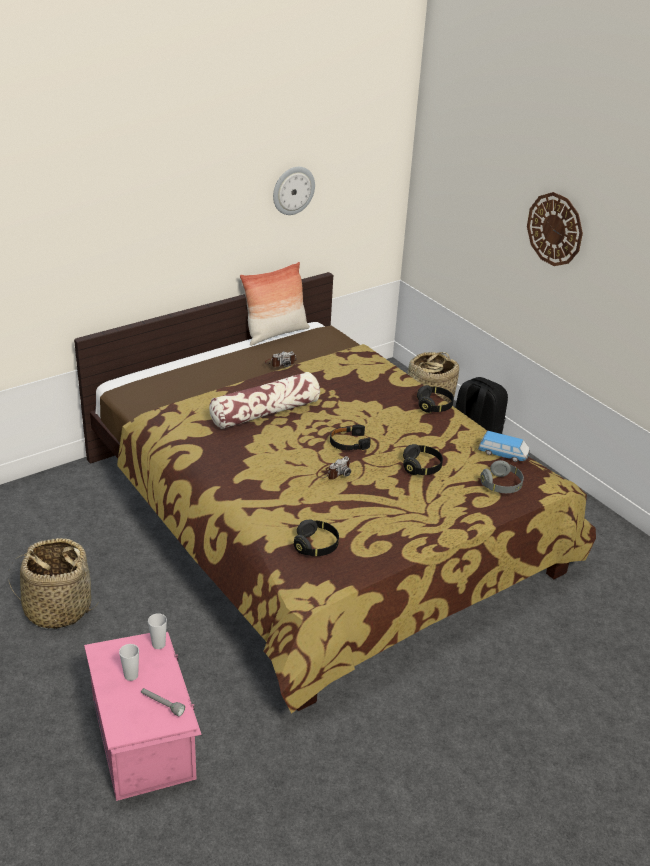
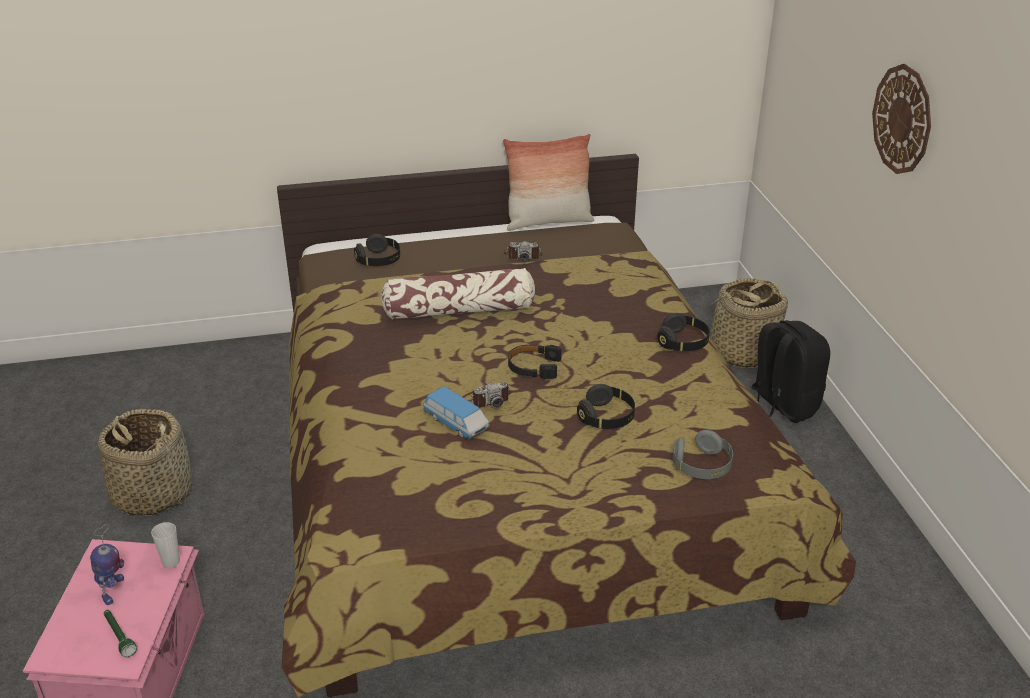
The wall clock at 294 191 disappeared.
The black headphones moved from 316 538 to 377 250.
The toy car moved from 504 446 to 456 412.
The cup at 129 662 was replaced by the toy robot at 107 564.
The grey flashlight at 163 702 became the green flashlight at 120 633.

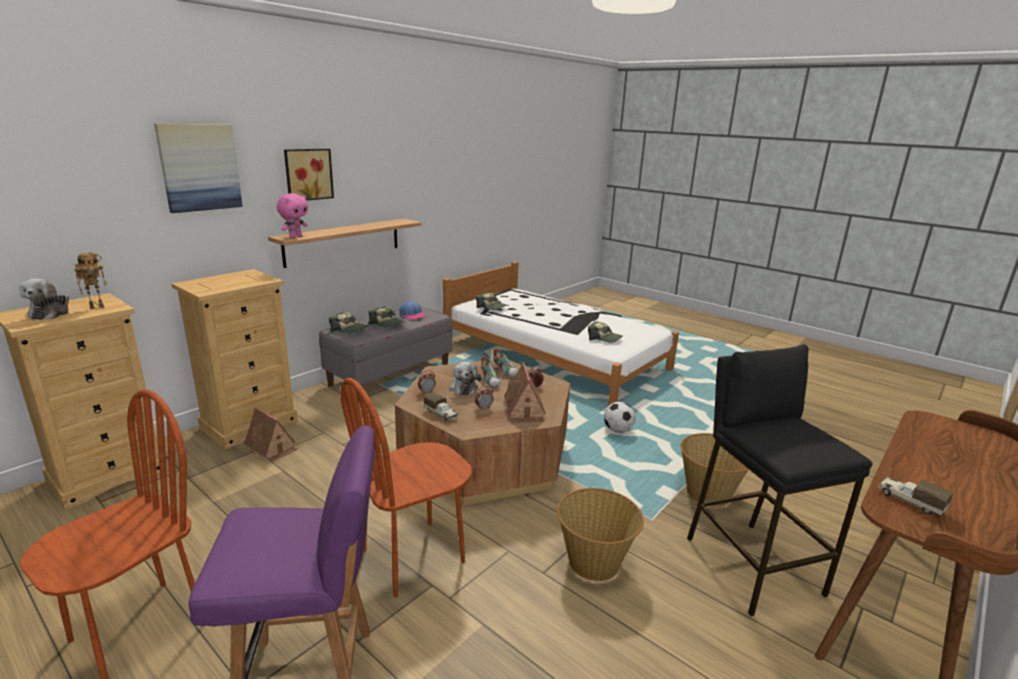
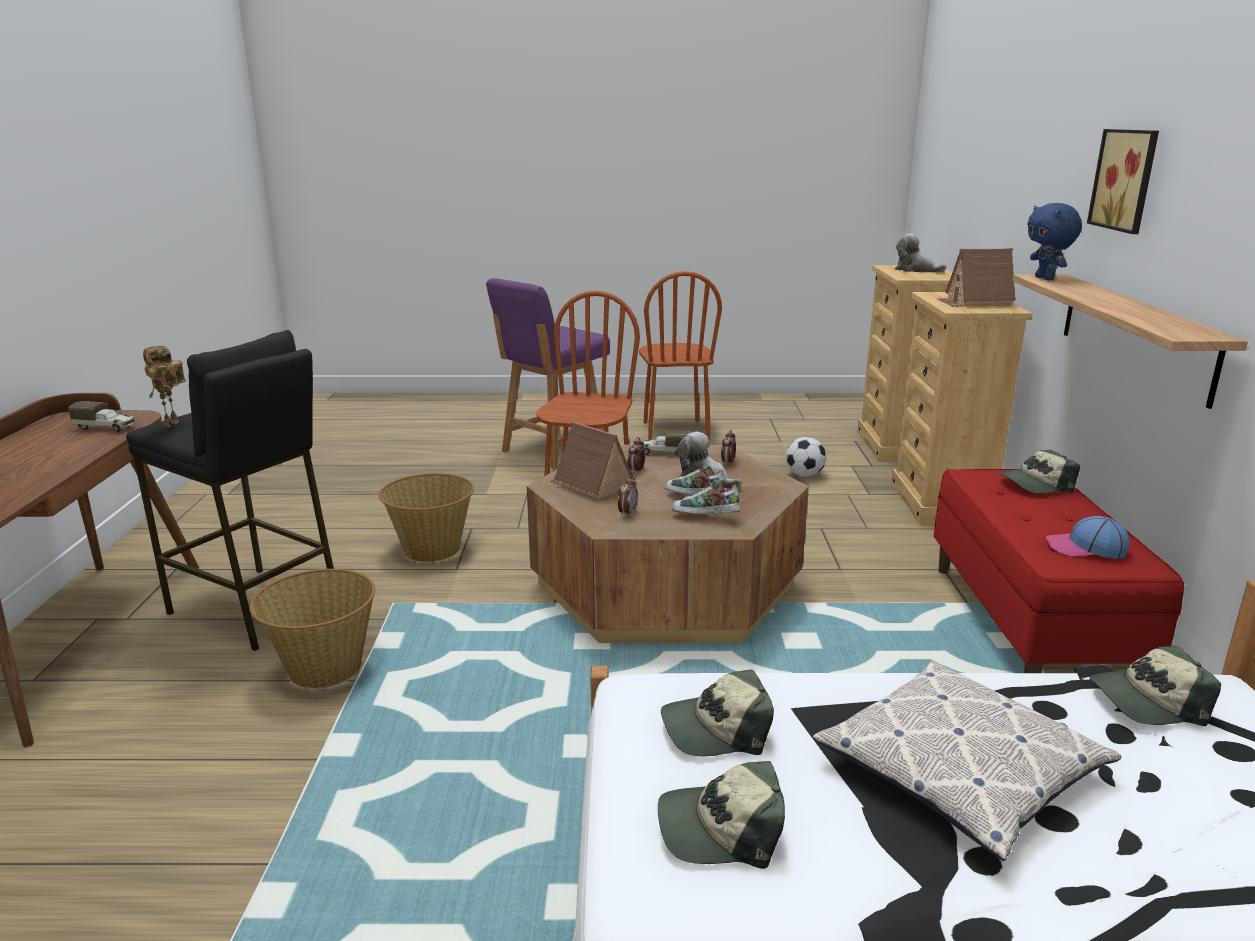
The picture at 198 168 disappeared.
The pillow at 967 761 appeared.
The toy robot moved from 90 281 to 164 386.
The toy house moved from 271 434 to 976 277.
The cap moved from 387 316 to 721 815.
The football moved from 619 417 to 806 457.
The pink plush toy at 292 215 became the blue plush toy at 1054 241.
The grey bench at 385 354 became the red bench at 1058 571.

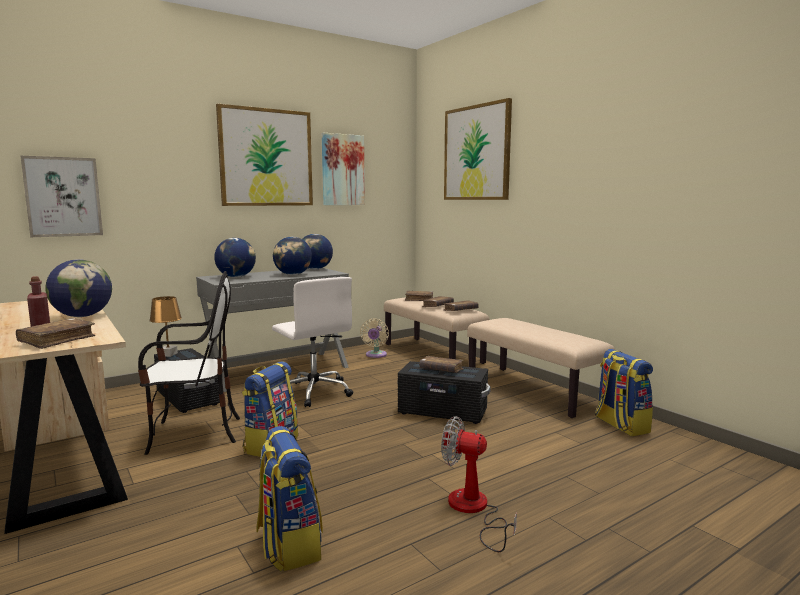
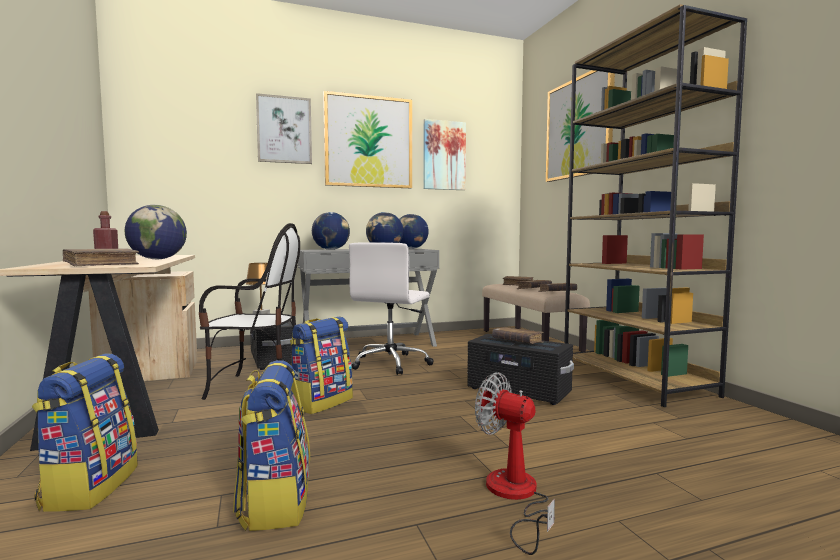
The beige fan at 374 338 disappeared.
The picture moved from 62 196 to 284 128.
The backpack moved from 624 392 to 85 432.
The beige bench at 541 368 was replaced by the brown bookcase at 655 205.
The white office chair at 312 342 turned 45 degrees clockwise.

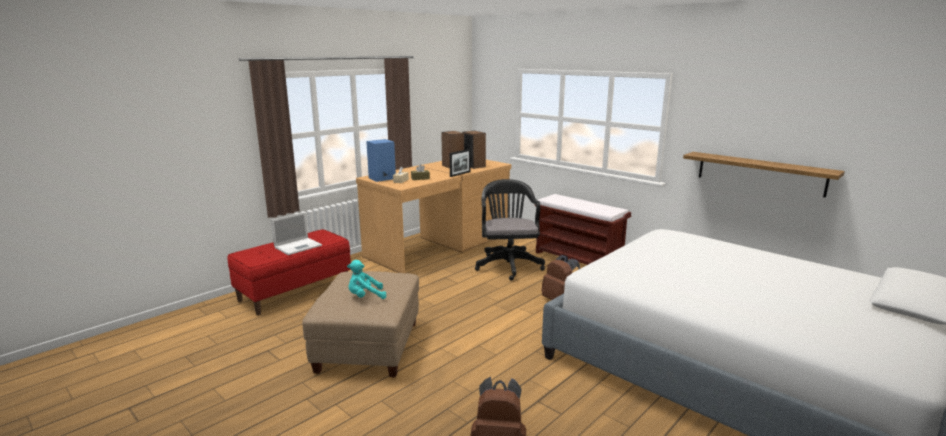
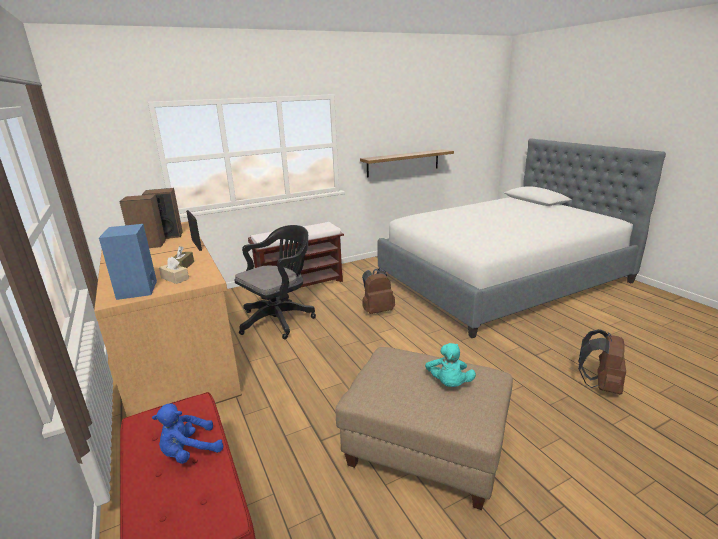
The laptop at 296 233 was replaced by the blue plush toy at 187 433.
The black office chair at 510 230 turned 120 degrees clockwise.

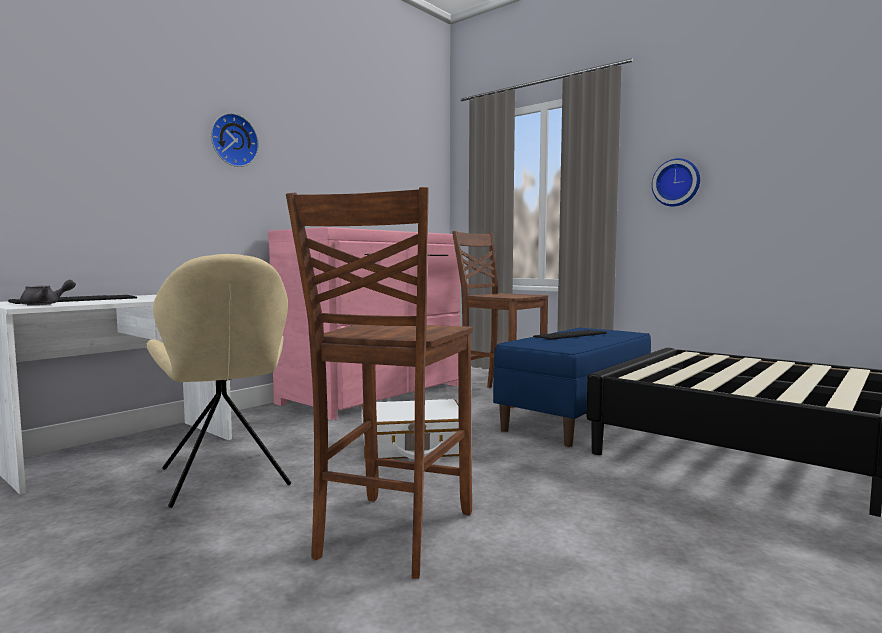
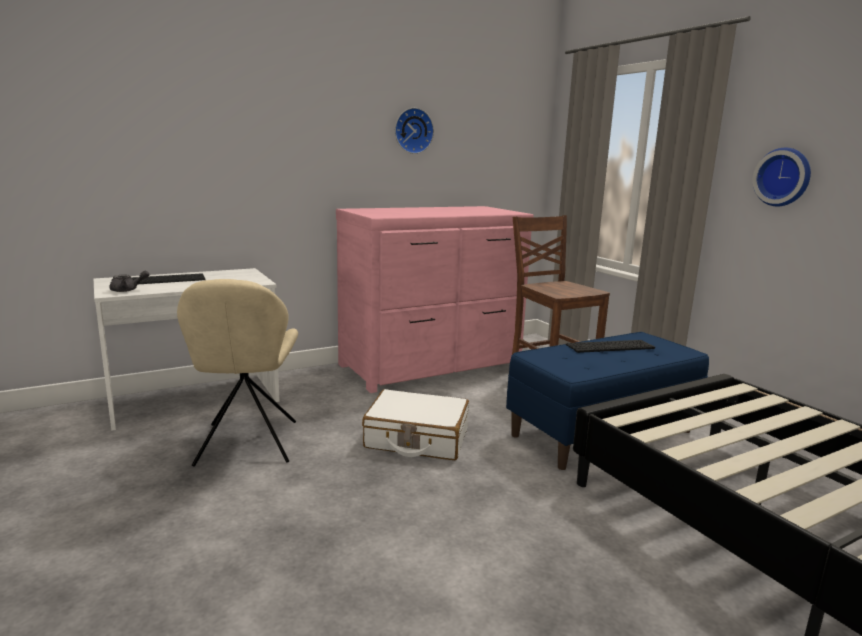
The brown chair at 379 383 disappeared.
The wall clock moved from 235 140 to 414 131.

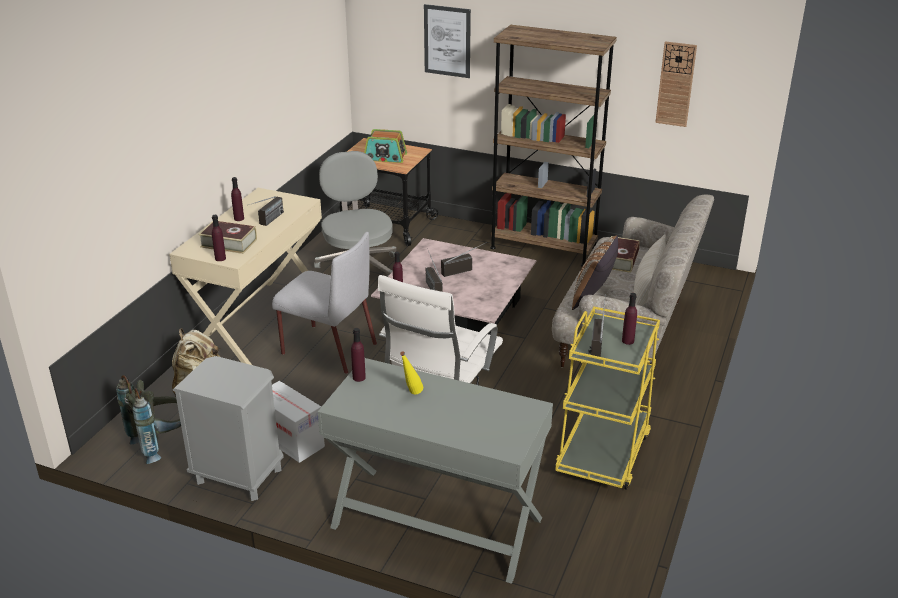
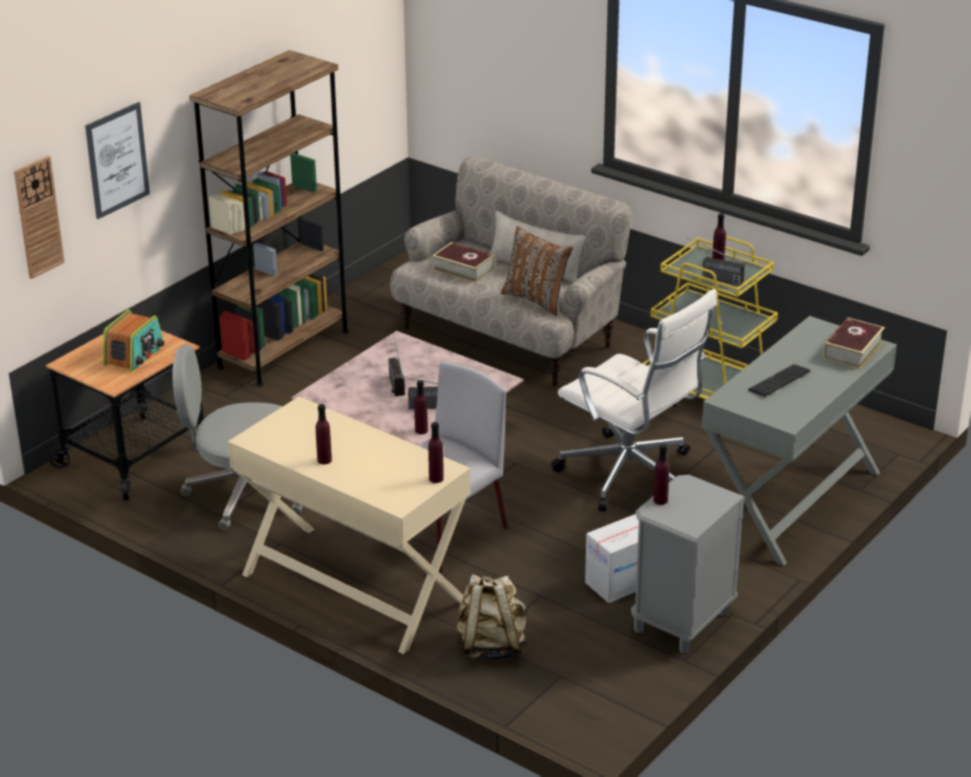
The grey backpack at 148 419 disappeared.
The radio at 265 211 disappeared.
The book moved from 227 237 to 854 343.
The purple bottle moved from 358 355 to 661 474.
The wall clock moved from 676 84 to 39 217.
The yellow bottle at 411 372 was replaced by the keyboard at 779 380.

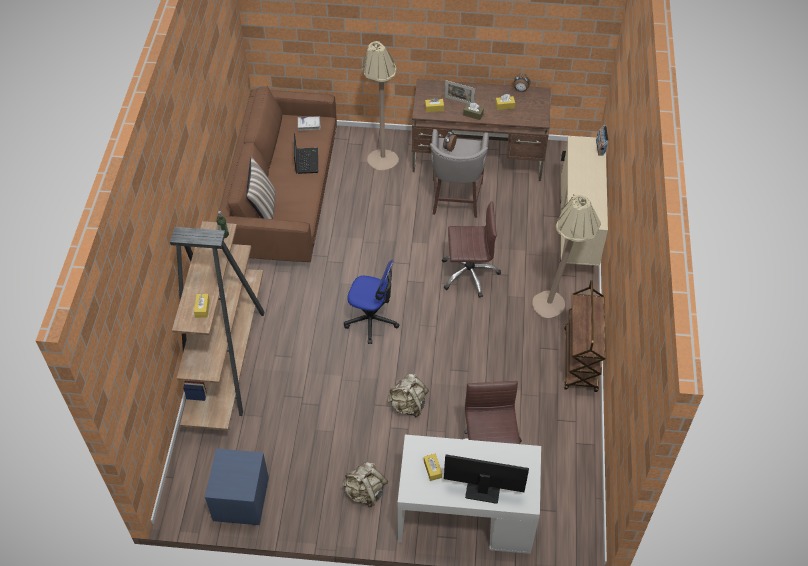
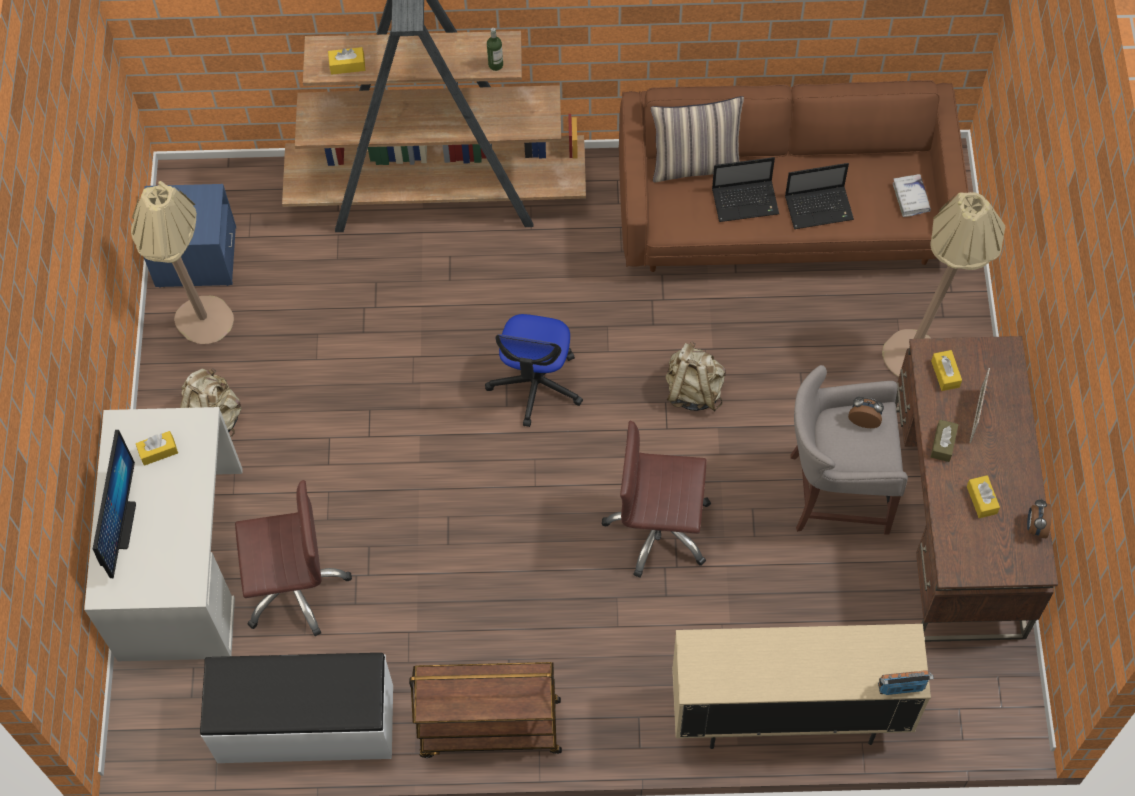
The white bench at 296 708 appeared.
The laptop at 745 189 appeared.
The beige backpack moved from 408 396 to 695 377.
The beige floor lamp moved from 566 256 to 182 262.
The brown office chair at 471 249 turned 105 degrees clockwise.

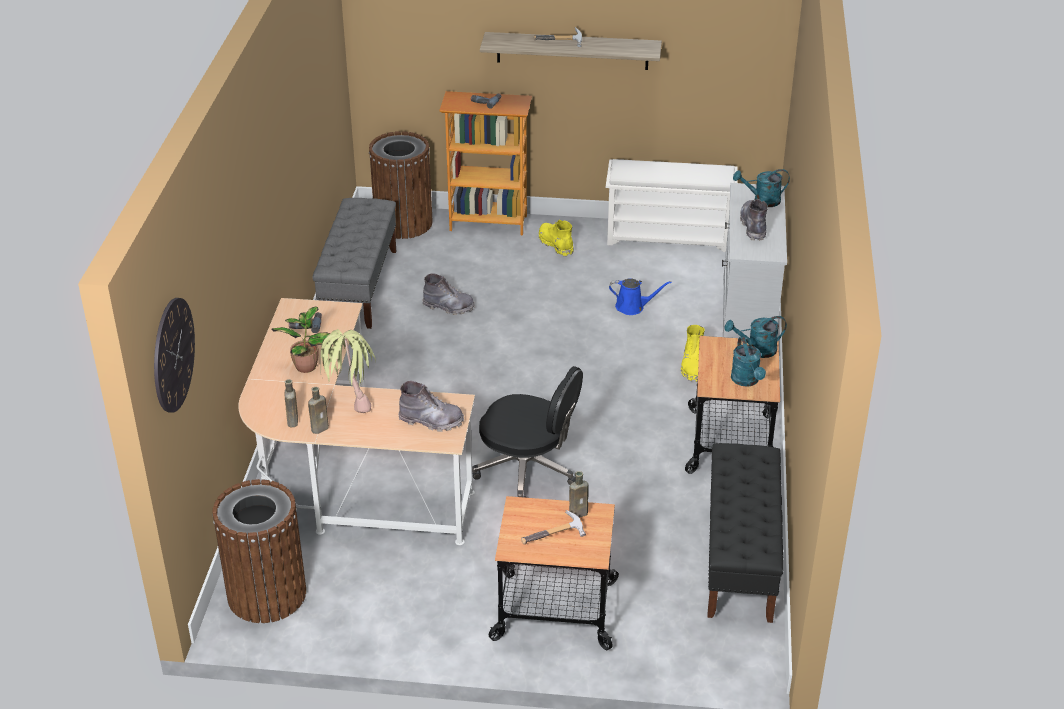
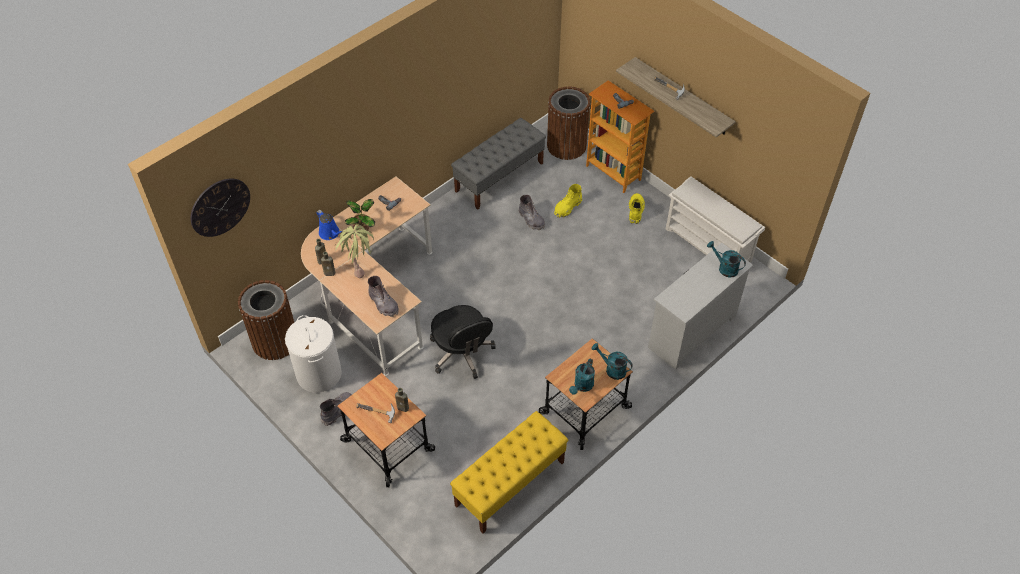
The white laundry basket at 313 354 appeared.
The blue watering can moved from 640 296 to 329 225.
The yellow boot moved from 693 353 to 568 201.
The grey boot moved from 754 220 to 335 409.
The black bench at 745 533 became the yellow bench at 509 472.

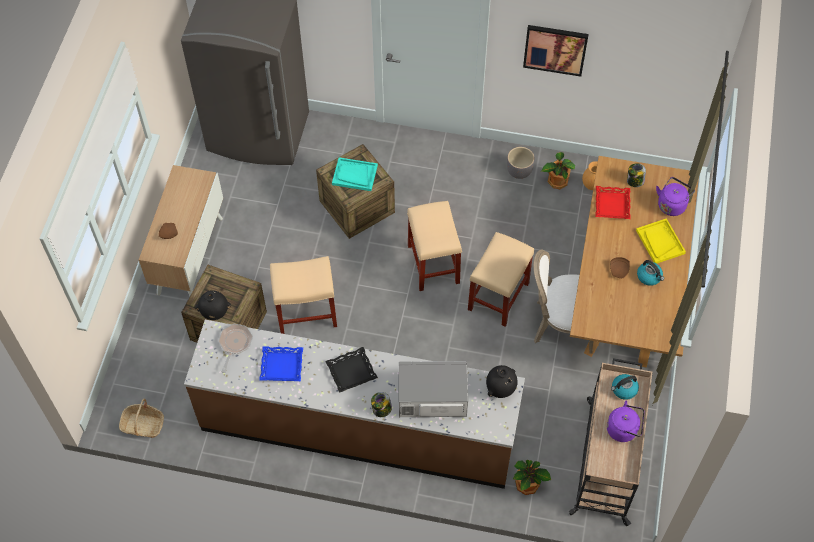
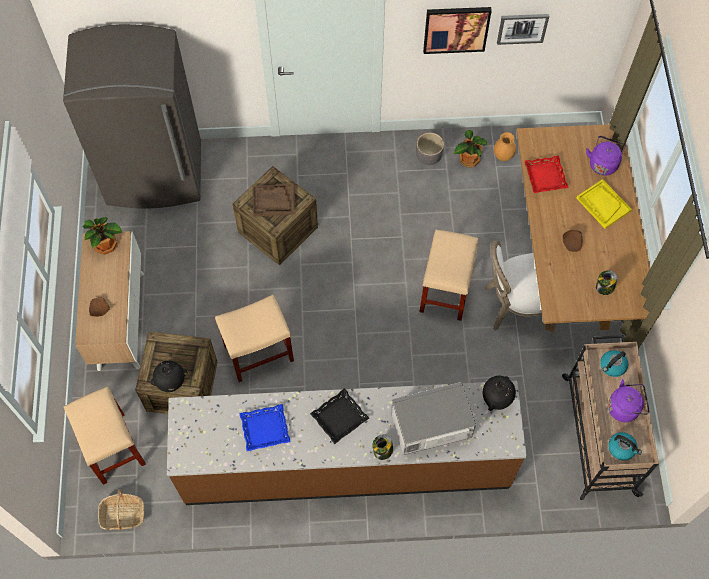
The frying pan at 235 348 disappeared.
The picture at 523 29 appeared.
The beige stool moved from 434 246 to 105 436.
The potted plant moved from 532 477 to 103 236.
The jar moved from 636 175 to 607 282.
The kettle moved from 650 273 to 625 446.
The turquoise tray at 355 174 became the brown tray at 274 200.

